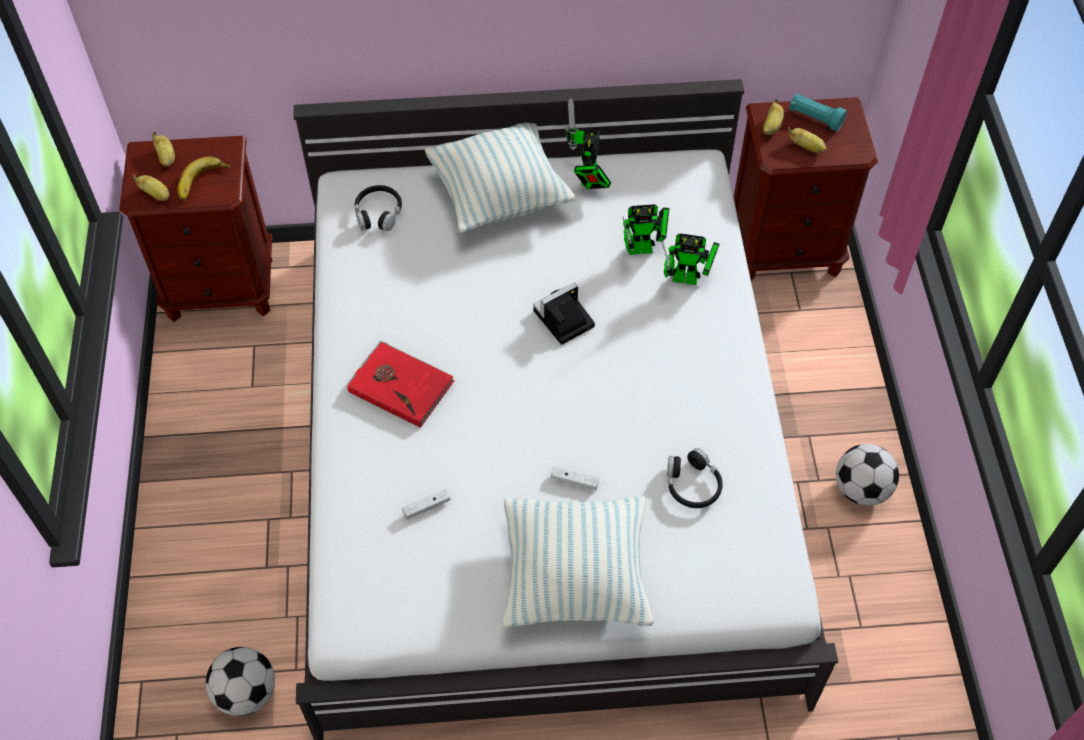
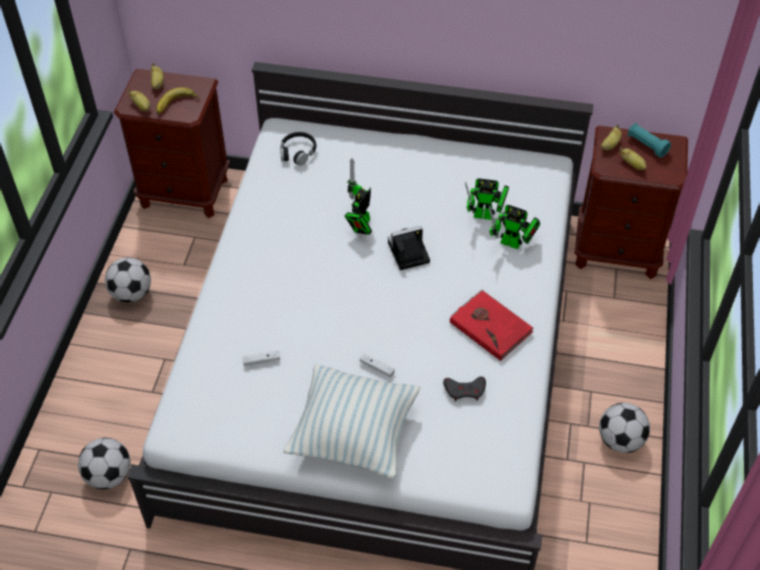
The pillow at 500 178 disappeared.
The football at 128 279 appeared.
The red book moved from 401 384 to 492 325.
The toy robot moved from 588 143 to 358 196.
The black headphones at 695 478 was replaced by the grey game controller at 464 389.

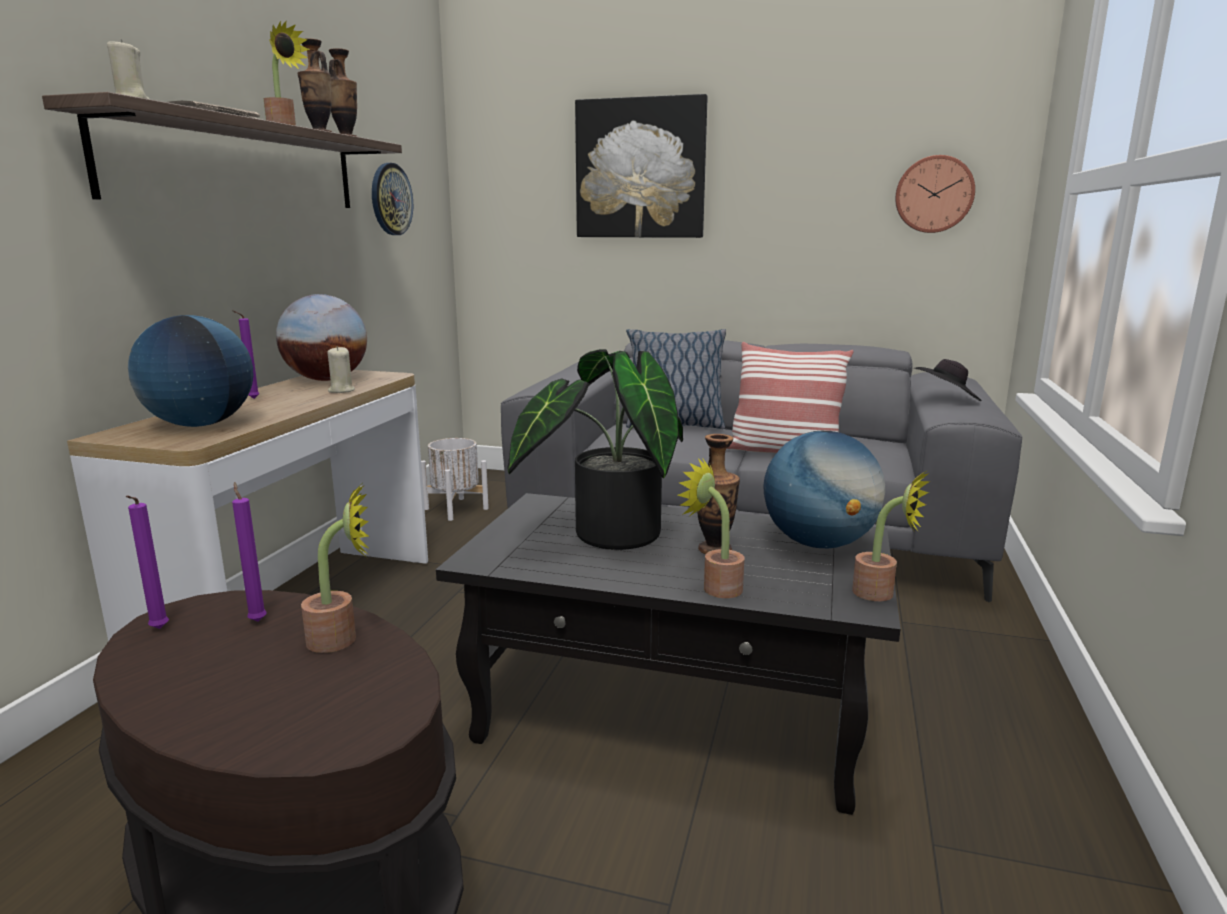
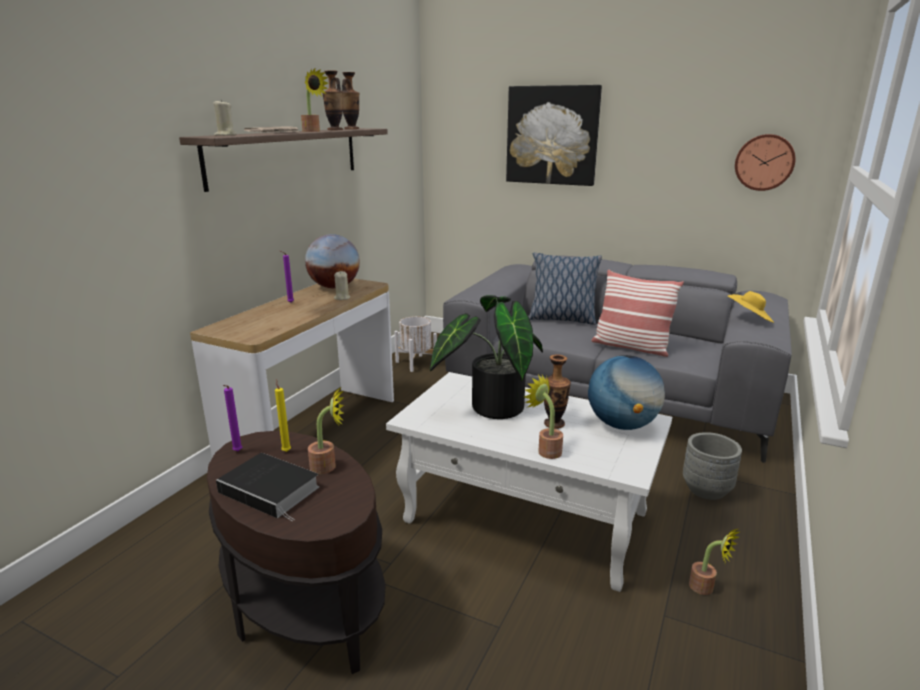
The globe at 191 371 disappeared.
The wall clock at 392 199 disappeared.
The book at 267 487 appeared.
The grey planter at 712 466 appeared.
The potted plant moved from 891 535 to 714 562.
The purple candle at 249 552 became the yellow candle at 283 415.
The black coffee table at 668 654 became the white coffee table at 529 482.
The black hat at 949 380 became the yellow hat at 751 307.

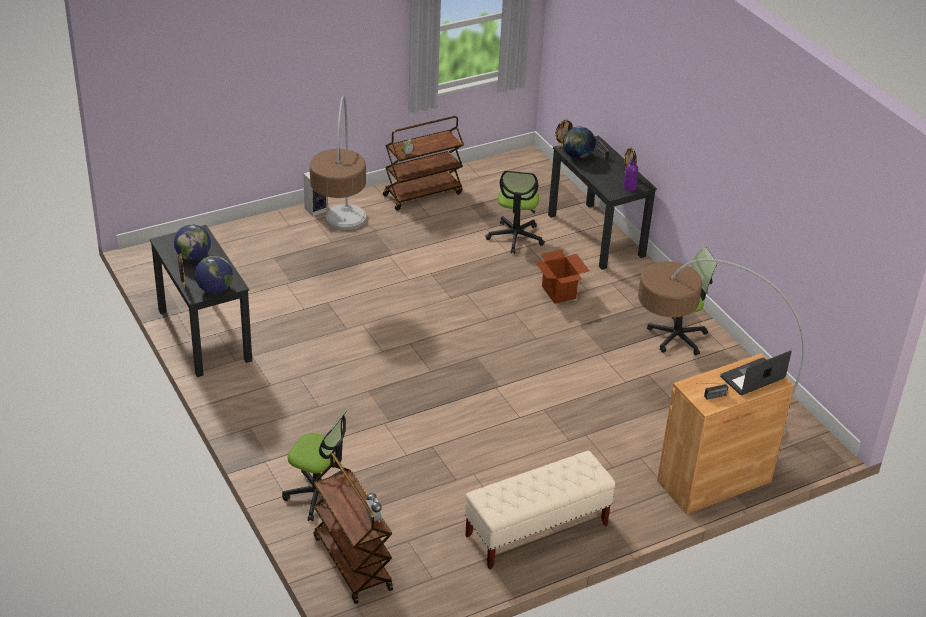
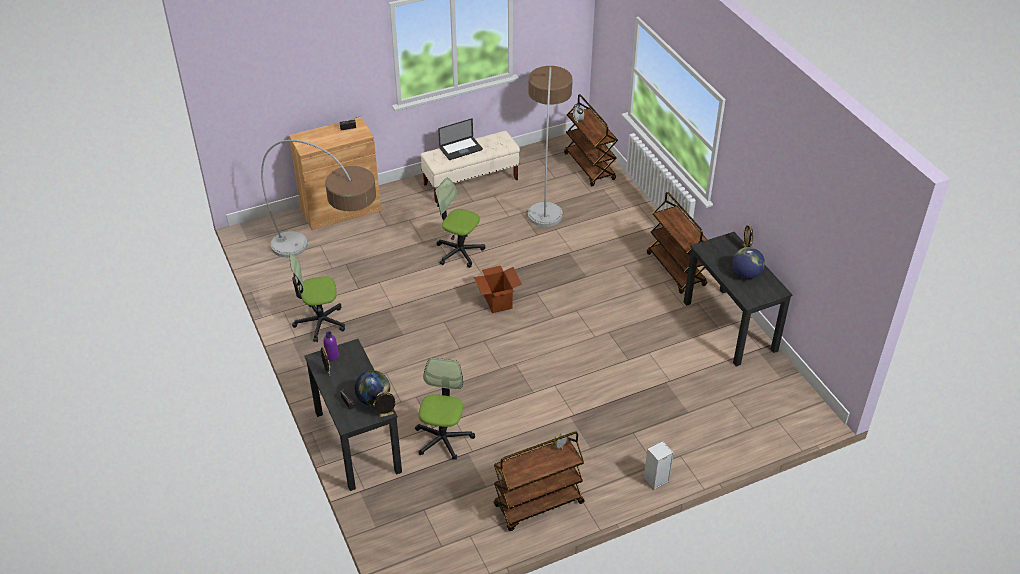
The globe at 214 275 disappeared.
The brown cart at 677 243 appeared.
The office chair moved from 315 465 to 460 223.
The floor lamp moved from 338 163 to 550 146.
The cardboard box moved from 562 276 to 498 289.
The laptop moved from 756 373 to 460 139.

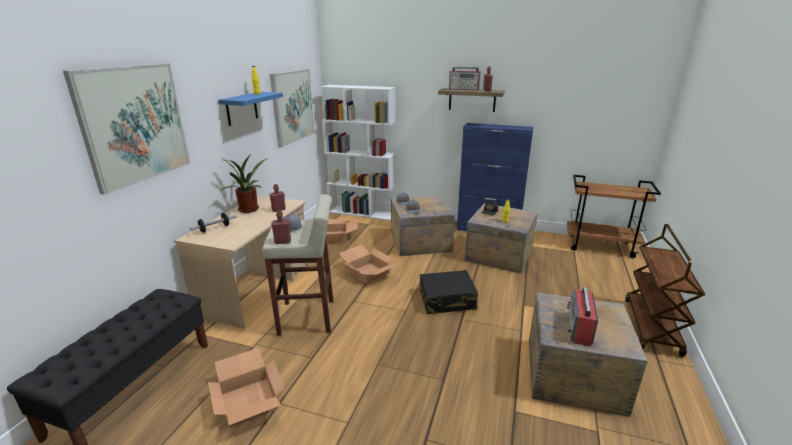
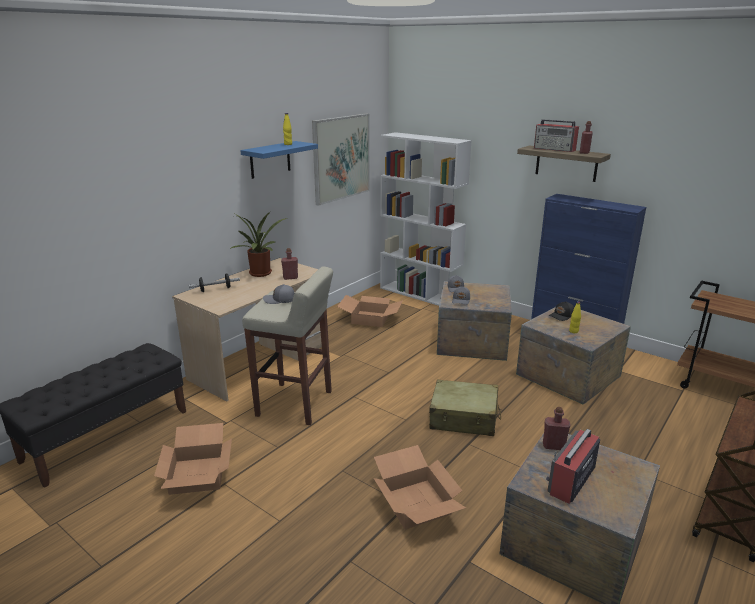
The picture at 126 129 disappeared.
The red bottle moved from 281 227 to 557 428.
The cardboard box moved from 369 264 to 420 487.
The black suitcase at 449 292 became the beige suitcase at 465 408.

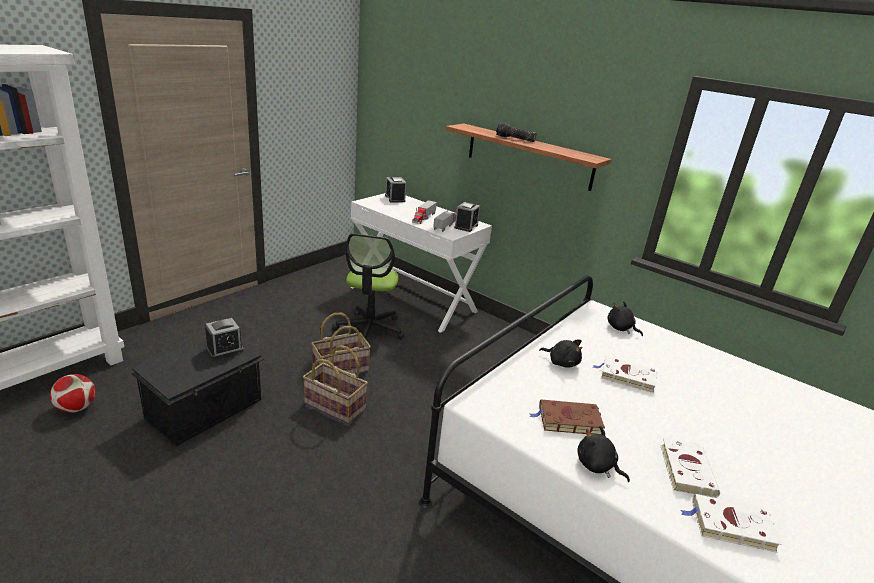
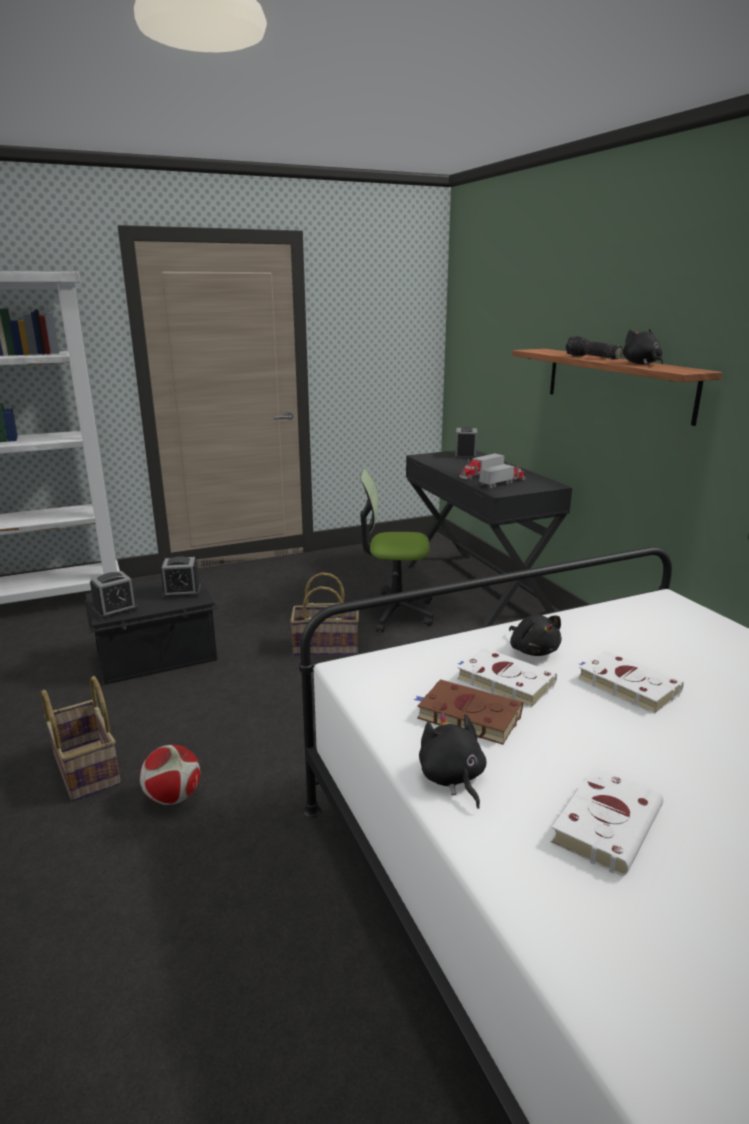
The football moved from 73 393 to 170 775.
The basket moved from 335 384 to 81 739.
The alarm clock moved from 467 217 to 114 595.
The black plush toy moved from 625 318 to 643 347.
The white book moved from 731 523 to 507 678.
The white desk at 421 263 became the black desk at 488 538.
The office chair at 368 286 turned 60 degrees clockwise.

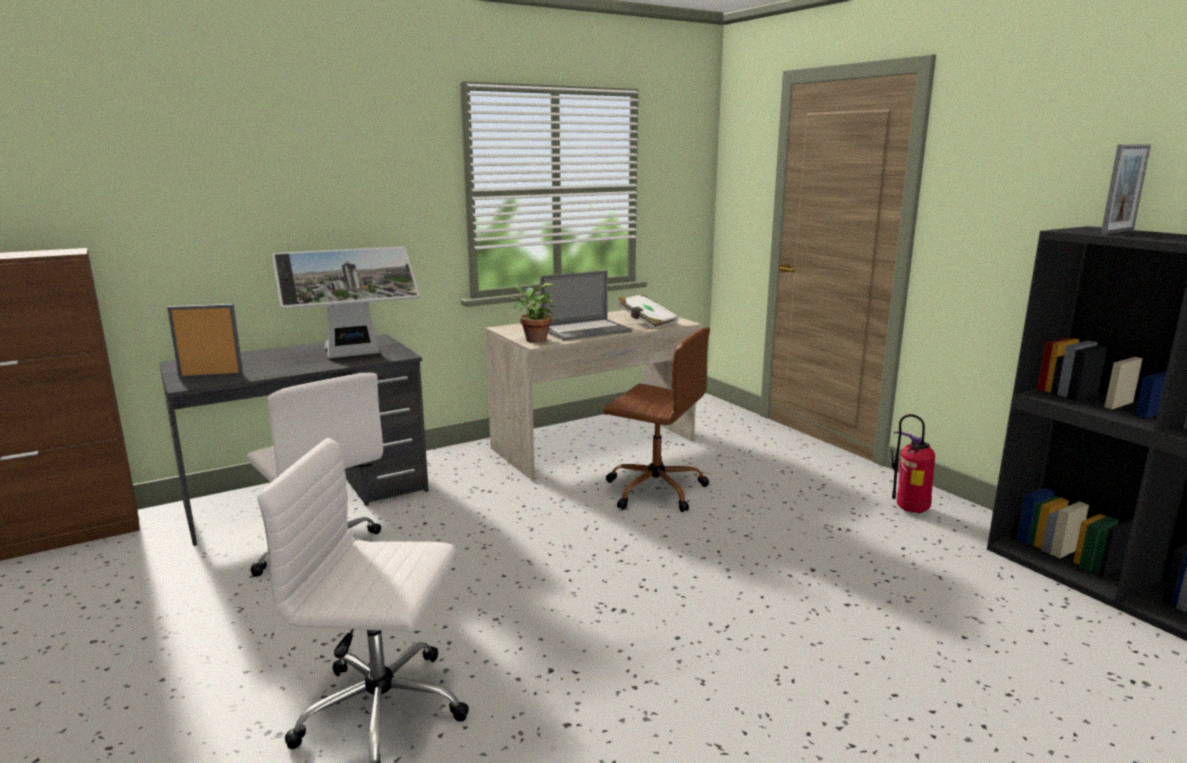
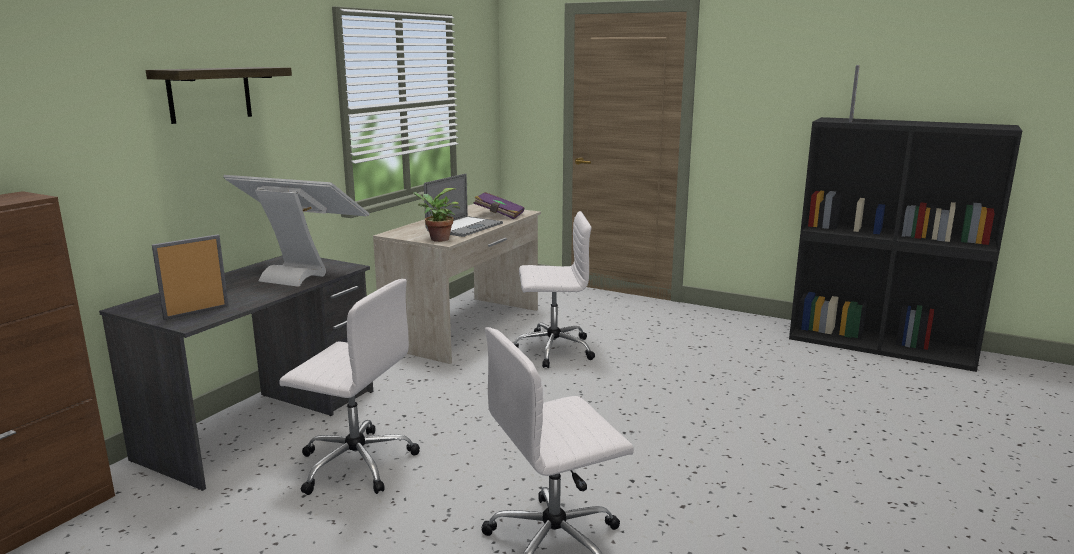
The fire extinguisher at 913 463 disappeared.
The shelf at 219 95 appeared.
The brown office chair at 657 419 became the white office chair at 554 289.
The white book at 648 311 became the purple book at 499 205.
The monitor at 346 302 turned 105 degrees counterclockwise.

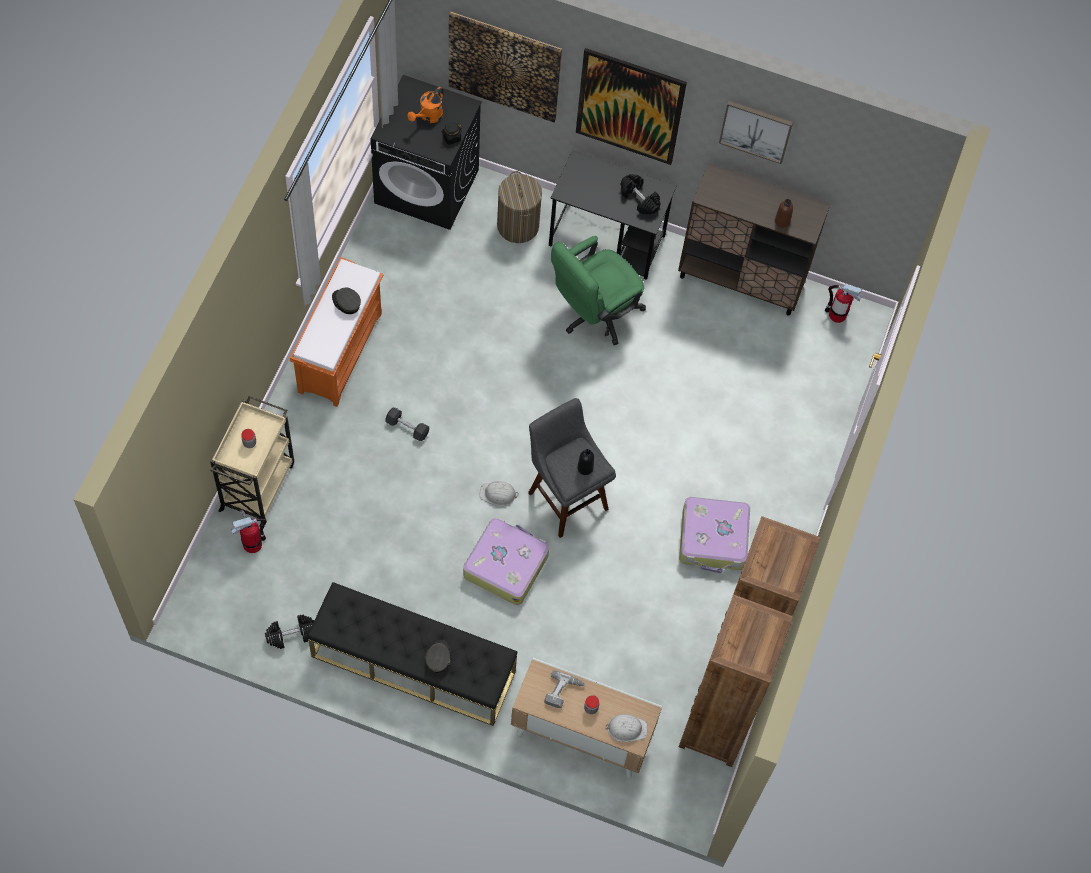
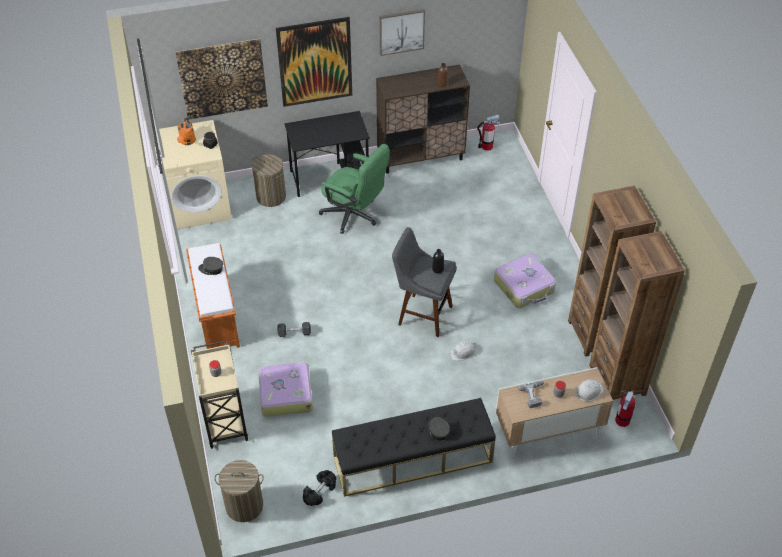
The black dumbbell at 641 194 disappeared.
The laundry basket at 239 491 appeared.
The fire extinguisher moved from 249 531 to 625 408.
The suitcase moved from 506 561 to 285 389.
The white hard hat moved from 499 493 to 462 351.
The black washing machine at 426 152 became the beige washing machine at 193 174.
The green office chair at 598 290 turned 75 degrees counterclockwise.

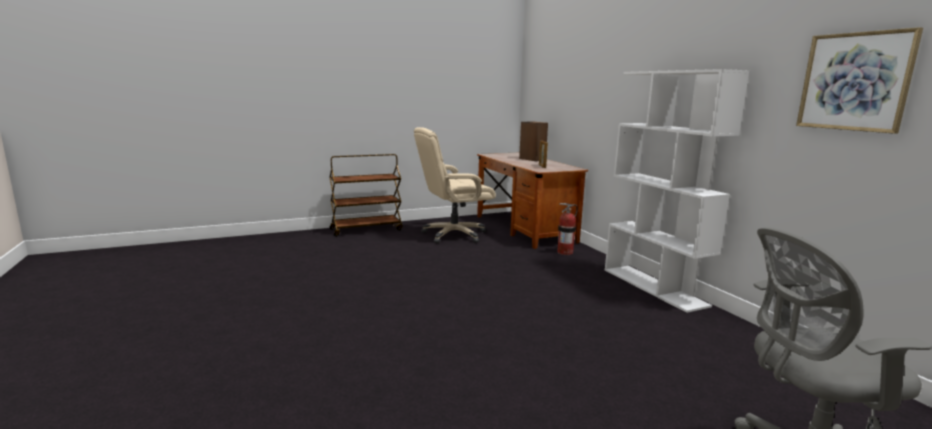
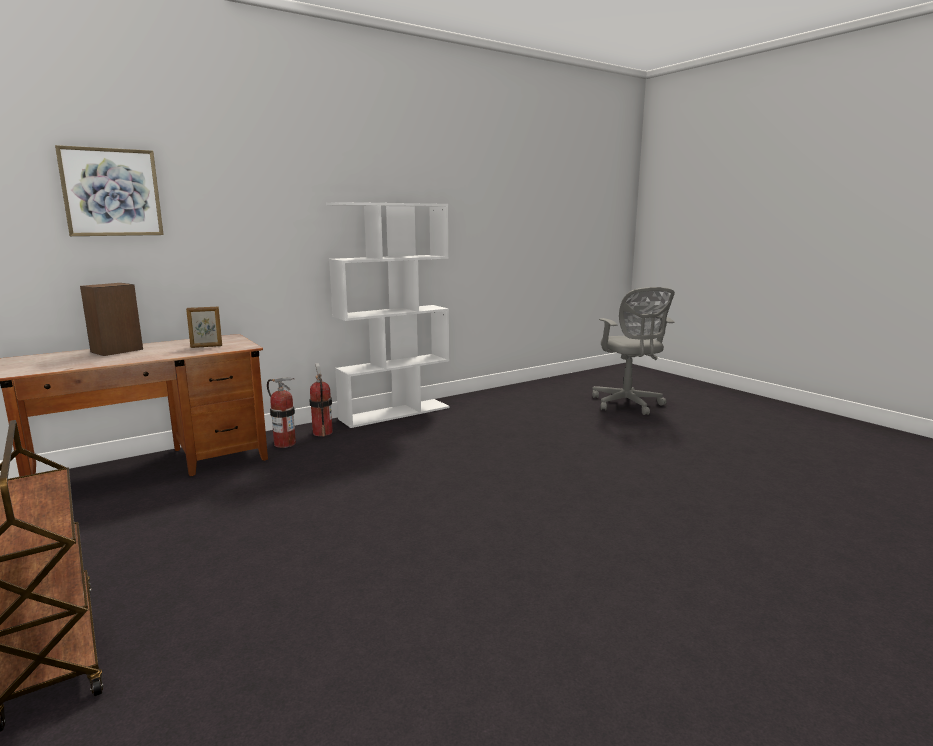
The beige office chair at 455 185 disappeared.
The fire extinguisher at 321 400 appeared.
The picture moved from 859 80 to 109 190.

